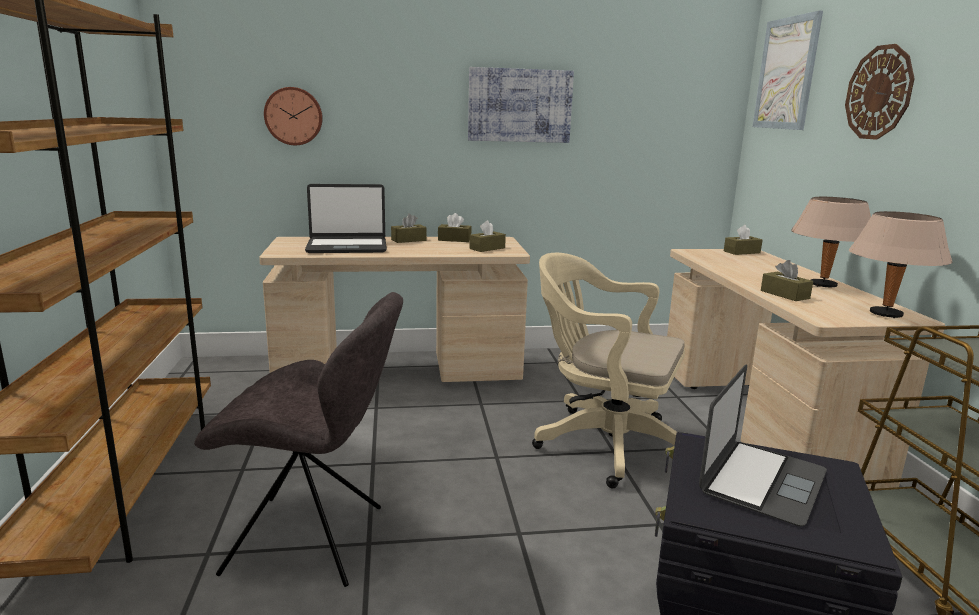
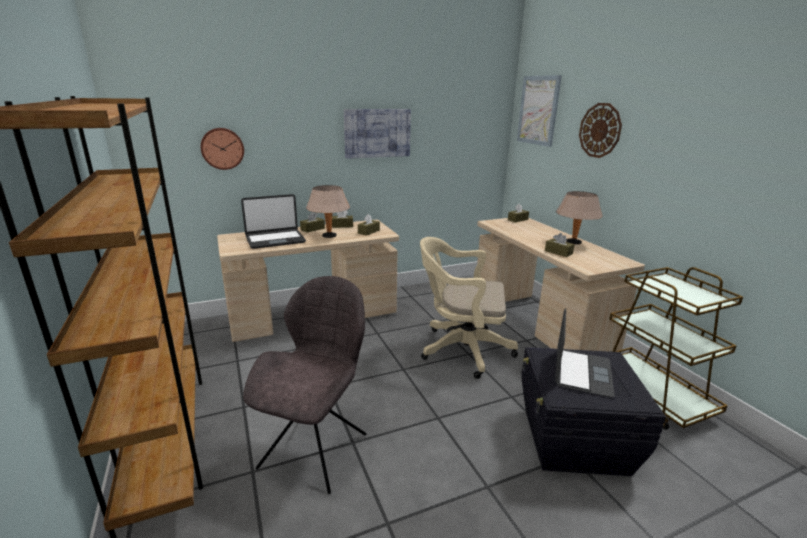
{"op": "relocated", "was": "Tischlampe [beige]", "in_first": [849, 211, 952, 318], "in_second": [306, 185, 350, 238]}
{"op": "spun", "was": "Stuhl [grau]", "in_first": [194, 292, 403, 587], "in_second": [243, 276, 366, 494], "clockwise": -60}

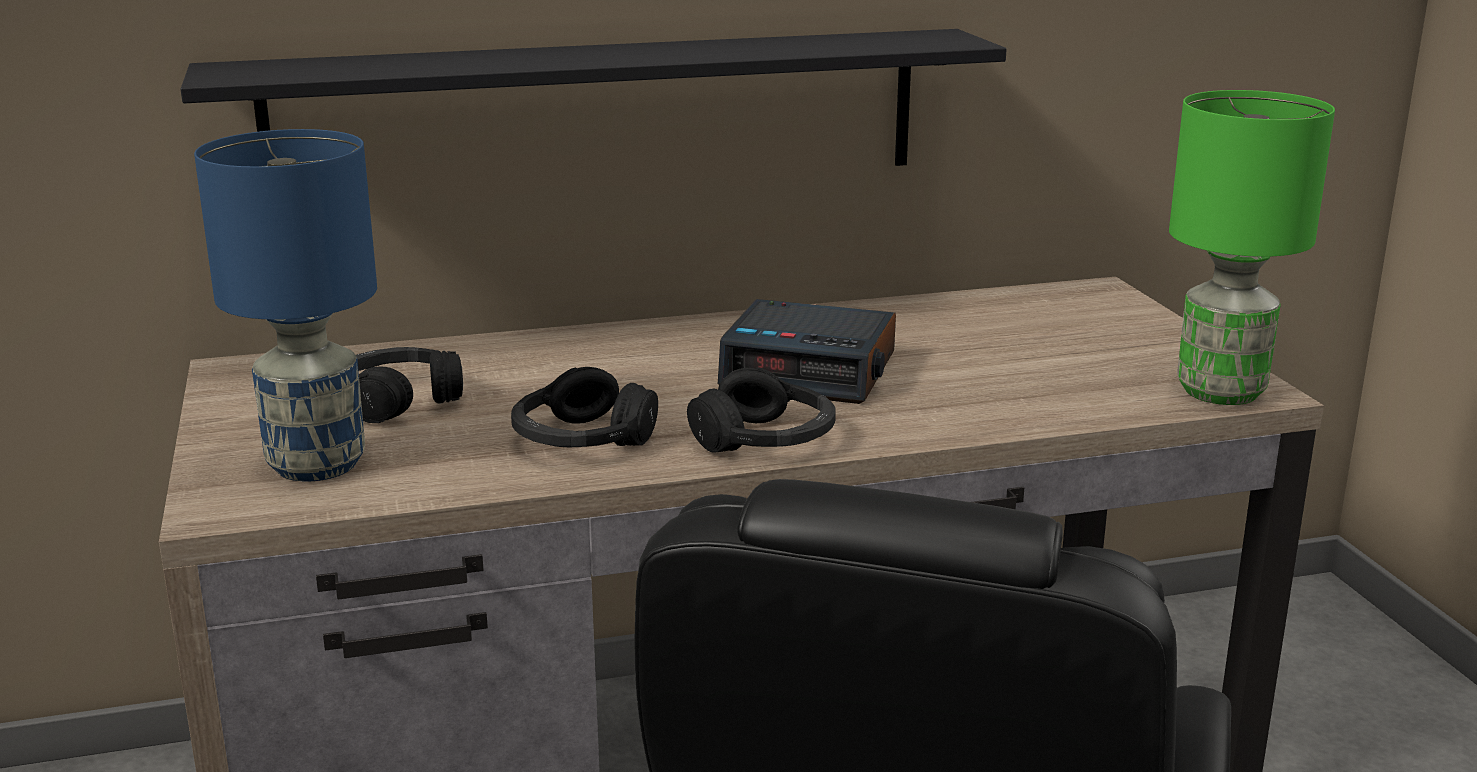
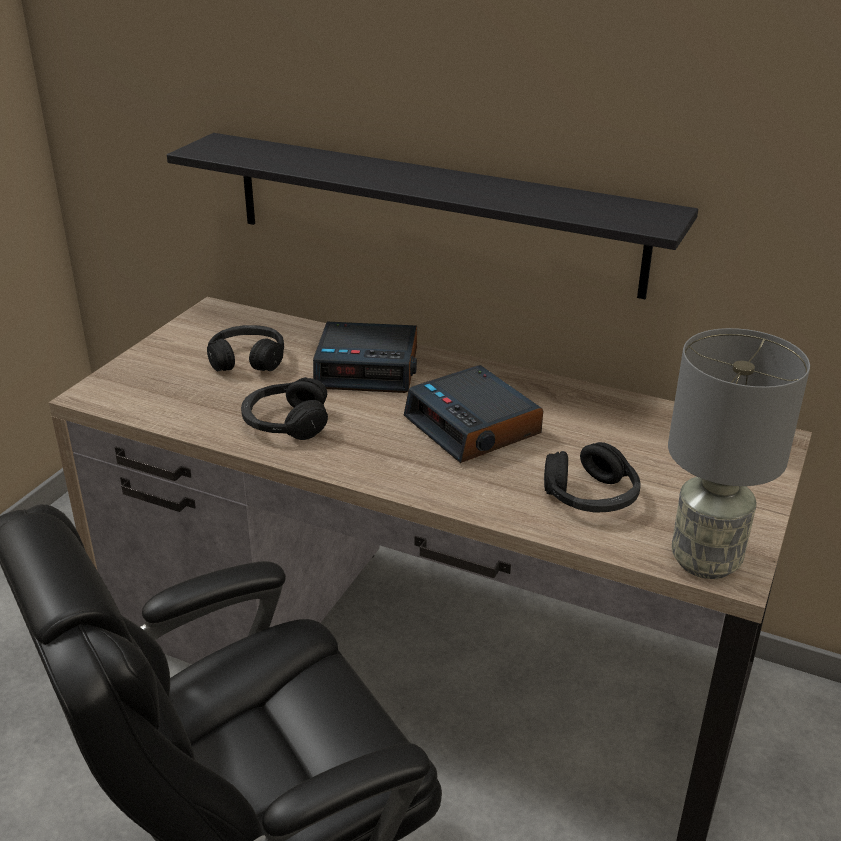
{"op": "colour", "was": "Tischlampe [grün]", "now": "Tischlampe [grau]", "in_first": [1169, 90, 1335, 405], "in_second": [668, 328, 810, 579]}
{"op": "missing", "was": "Tischlampe [blau]", "in_first": [194, 129, 377, 482]}
{"op": "relocated", "was": "Kopfhörer [schwarz]", "in_first": [687, 367, 836, 453], "in_second": [544, 442, 641, 513]}
{"op": "appeared", "now": "Wecker", "in_second": [313, 322, 417, 393]}

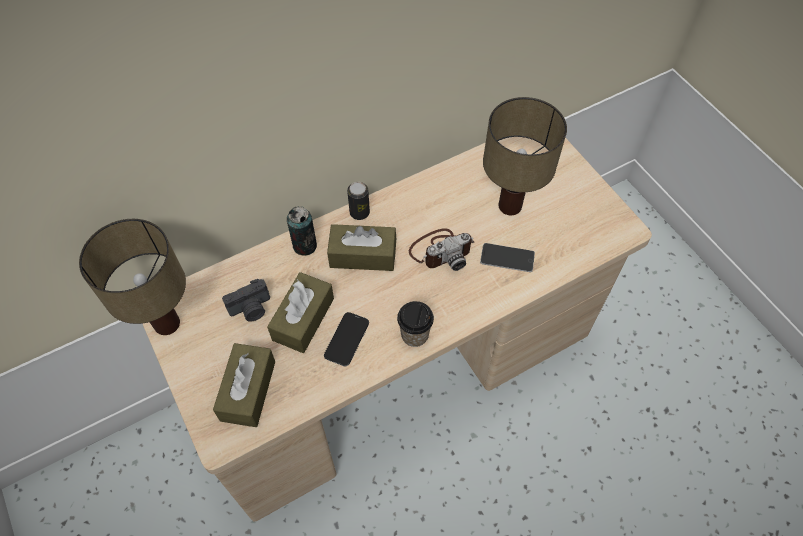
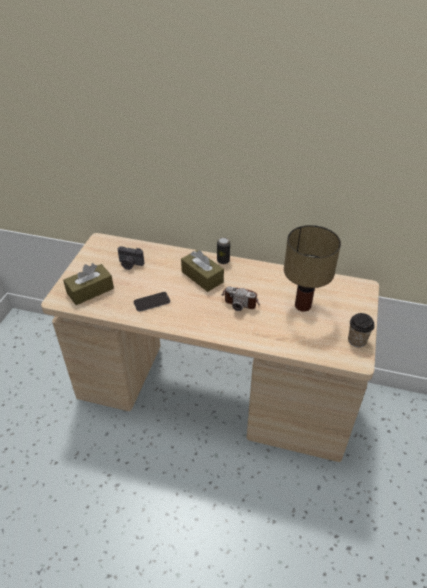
{"op": "missing", "was": "Dose", "in_first": [287, 206, 317, 256]}
{"op": "missing", "was": "Tischlampe", "in_first": [79, 219, 186, 335]}
{"op": "missing", "was": "Handy", "in_first": [480, 243, 535, 272]}
{"op": "missing", "was": "Taschentuchbox [braun]", "in_first": [267, 272, 334, 353]}
{"op": "relocated", "was": "Tasse", "in_first": [397, 301, 434, 347], "in_second": [348, 313, 375, 347]}

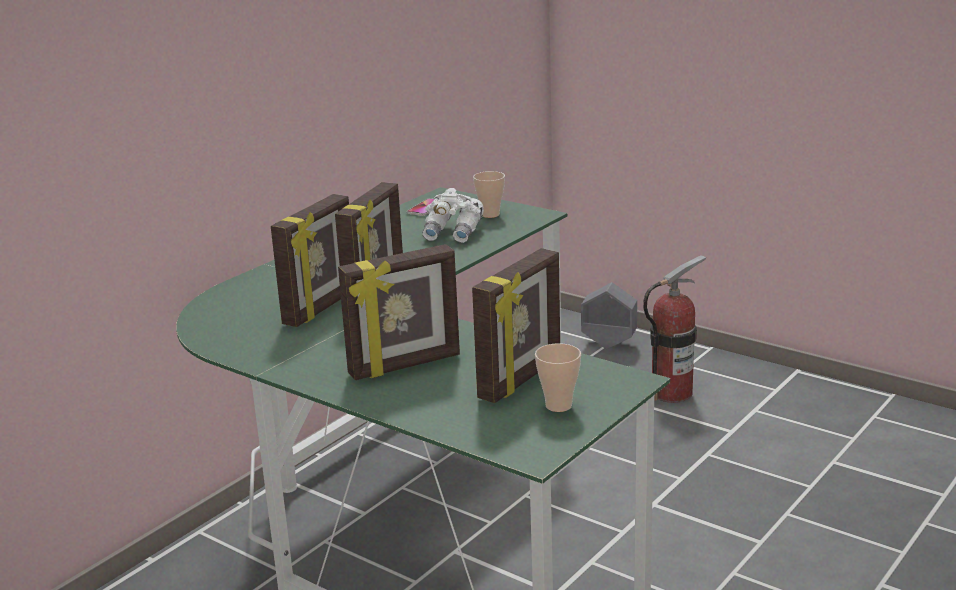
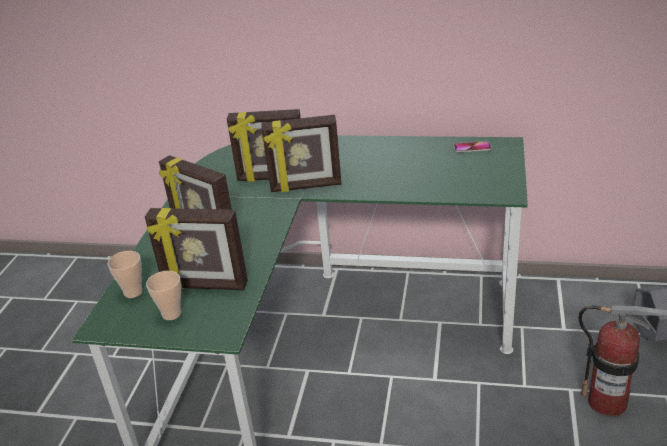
{"op": "relocated", "was": "Tasse", "in_first": [473, 171, 505, 218], "in_second": [107, 251, 142, 298]}
{"op": "missing", "was": "Fernglas [weiß]", "in_first": [422, 188, 484, 243]}

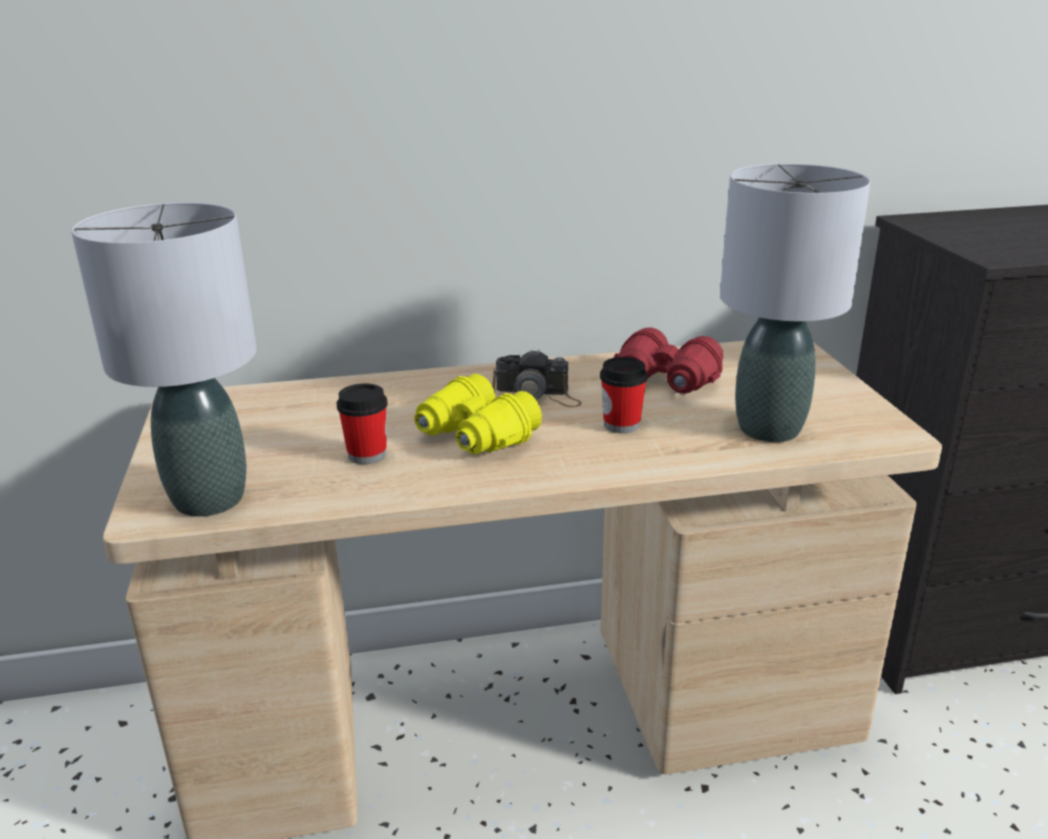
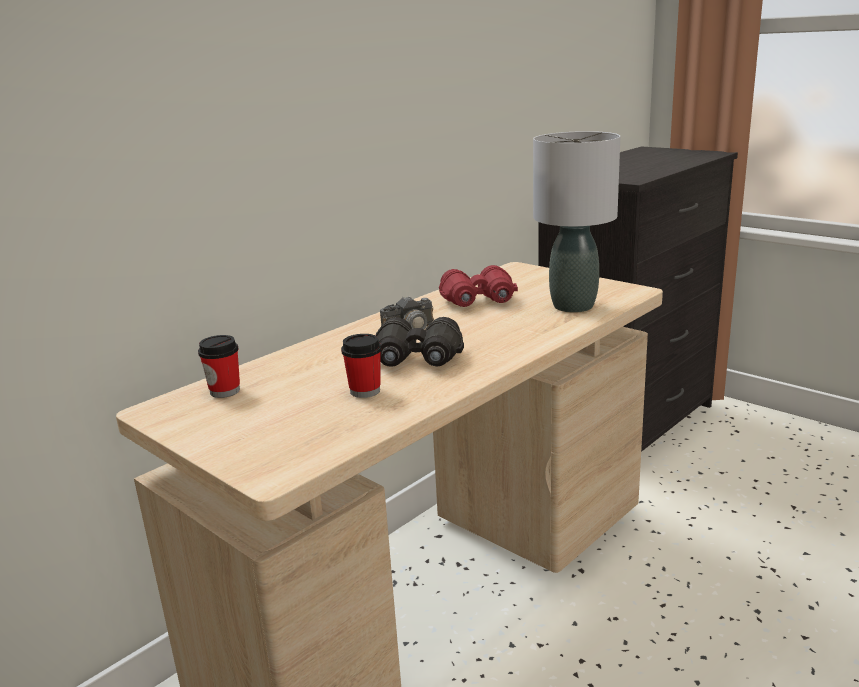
{"op": "missing", "was": "Tischlampe [grau]", "in_first": [71, 202, 257, 517]}
{"op": "relocated", "was": "Tasse", "in_first": [600, 357, 648, 433], "in_second": [198, 335, 240, 398]}
{"op": "colour", "was": "Fernglas [gelb]", "now": "Fernglas [schwarz]", "in_first": [414, 374, 542, 455], "in_second": [375, 317, 464, 367]}

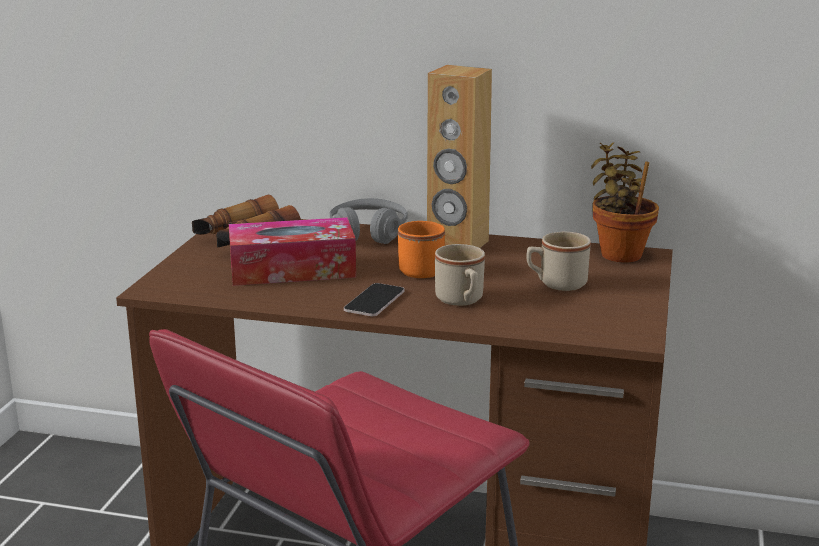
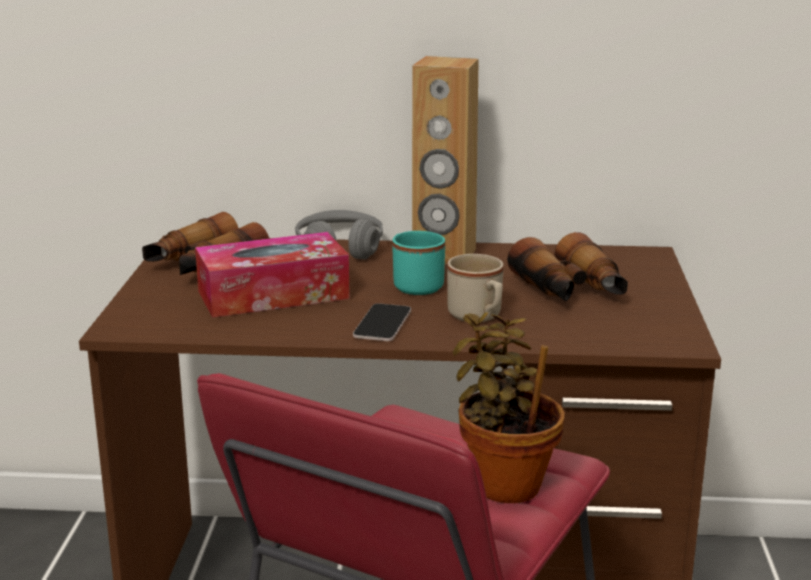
{"op": "relocated", "was": "Topfpflanze", "in_first": [591, 142, 659, 263], "in_second": [453, 312, 565, 503]}
{"op": "colour", "was": "Henkelbecher [orange]", "now": "Henkelbecher [türkis]", "in_first": [398, 221, 445, 278], "in_second": [392, 231, 445, 295]}
{"op": "exchanged", "was": "Henkelbecher [beige]", "now": "Fernglas", "in_first": [526, 232, 591, 291], "in_second": [507, 232, 628, 301]}

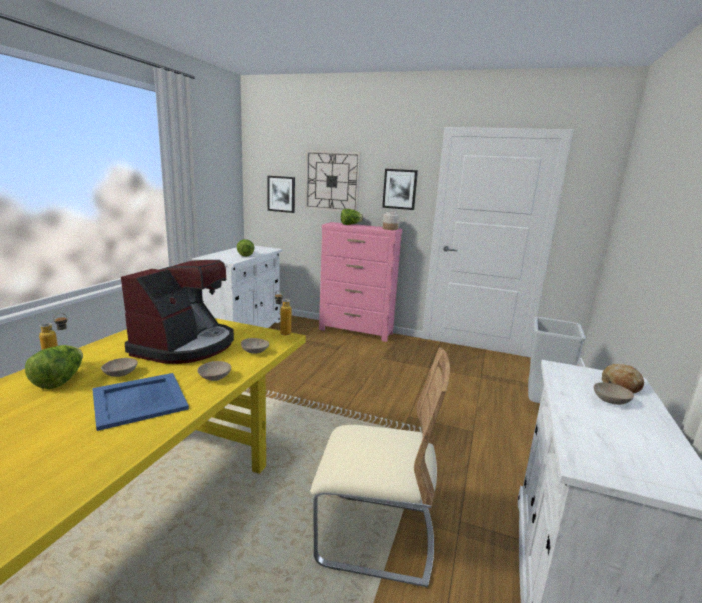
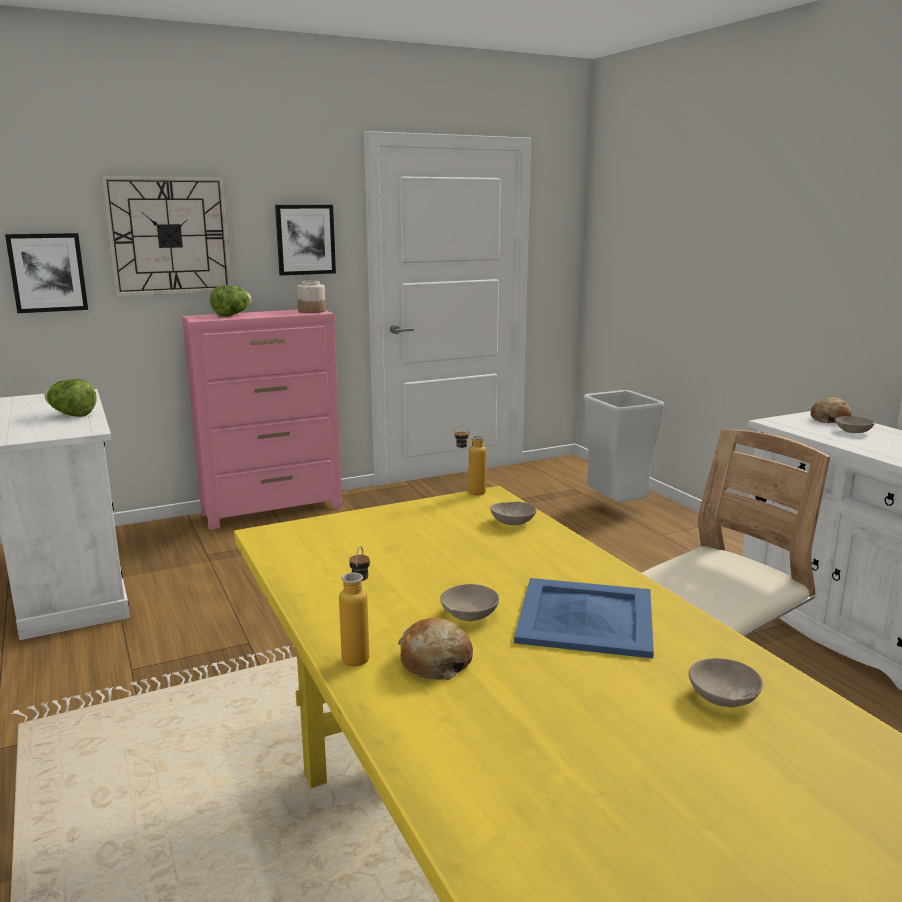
{"op": "missing", "was": "Kaffeemaschine", "in_first": [121, 260, 234, 364]}
{"op": "exchanged", "was": "Salatkopf", "now": "Brot", "in_first": [25, 345, 83, 389], "in_second": [398, 618, 473, 680]}
{"op": "relocated", "was": "Schüssel [beige]", "in_first": [197, 361, 231, 381], "in_second": [689, 658, 763, 707]}

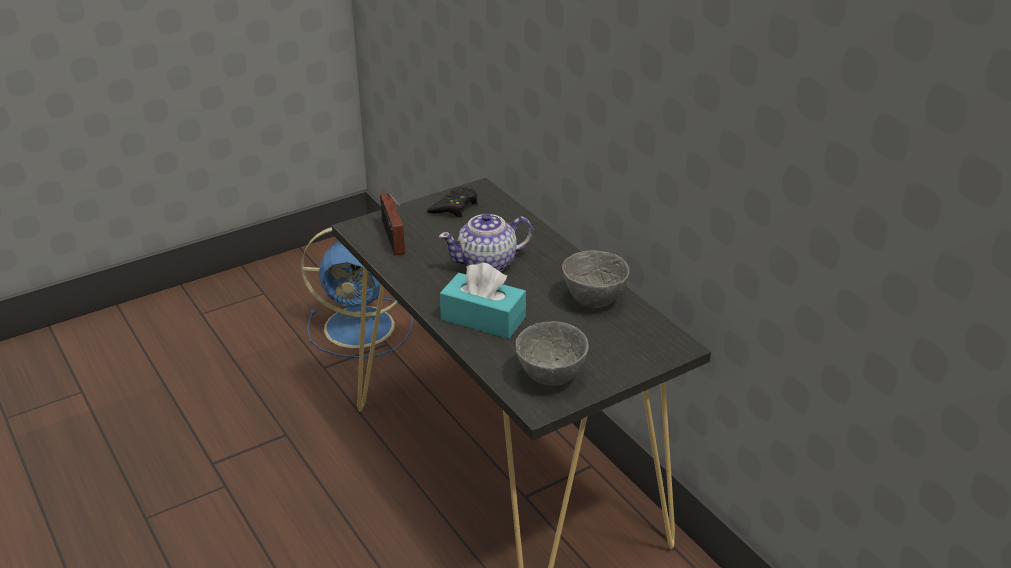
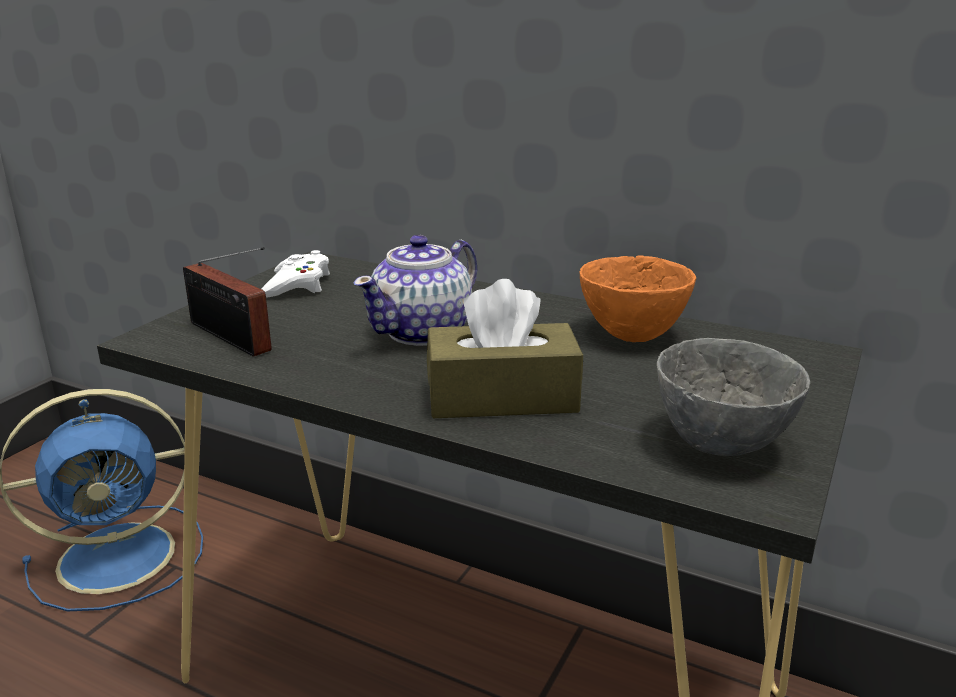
{"op": "colour", "was": "Gamepad [schwarz]", "now": "Gamepad [weiß]", "in_first": [427, 187, 478, 217], "in_second": [262, 250, 330, 298]}
{"op": "colour", "was": "Schüssel [grau]", "now": "Schüssel [orange]", "in_first": [562, 251, 629, 308], "in_second": [579, 256, 696, 342]}
{"op": "colour", "was": "Taschentuchbox [türkis]", "now": "Taschentuchbox [braun]", "in_first": [440, 262, 526, 339], "in_second": [427, 279, 583, 418]}

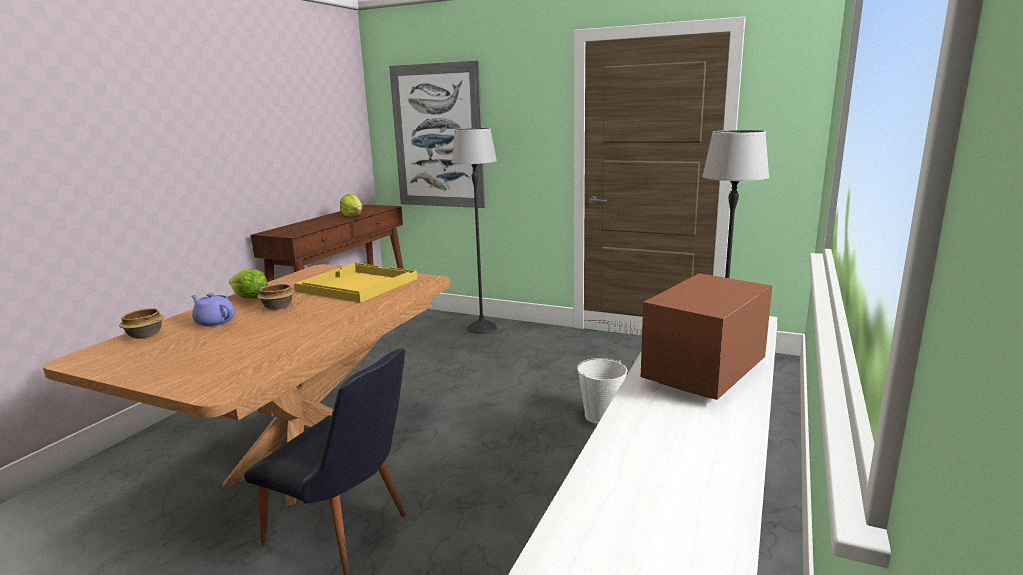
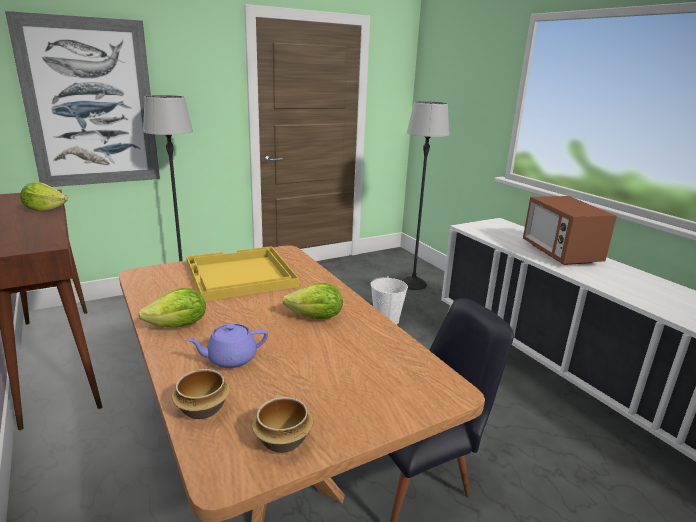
{"op": "relocated", "was": "Schüssel", "in_first": [257, 284, 295, 310], "in_second": [252, 397, 313, 453]}
{"op": "appeared", "now": "Salatkopf", "in_second": [282, 283, 343, 319]}

